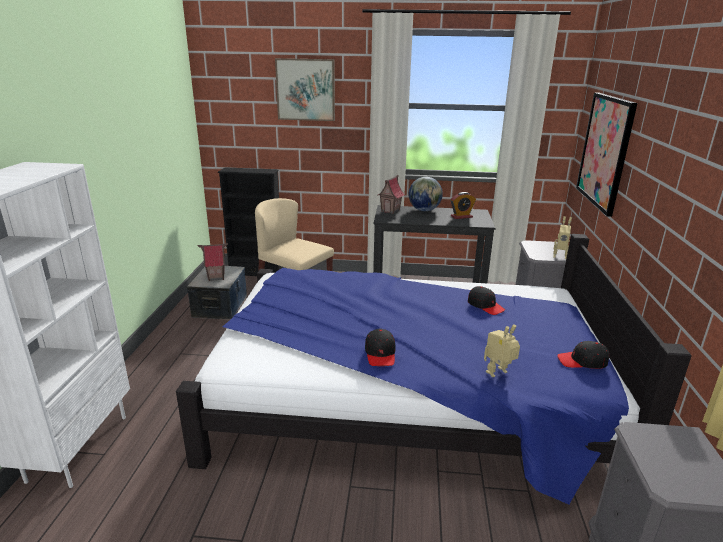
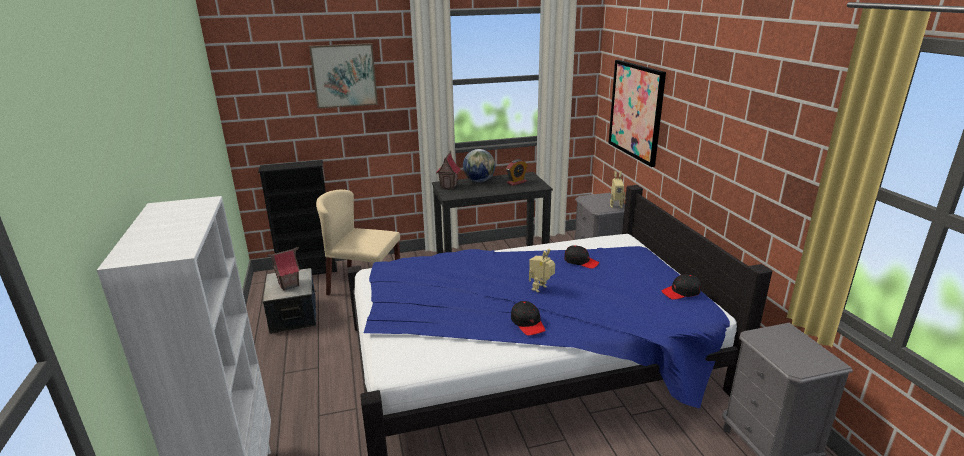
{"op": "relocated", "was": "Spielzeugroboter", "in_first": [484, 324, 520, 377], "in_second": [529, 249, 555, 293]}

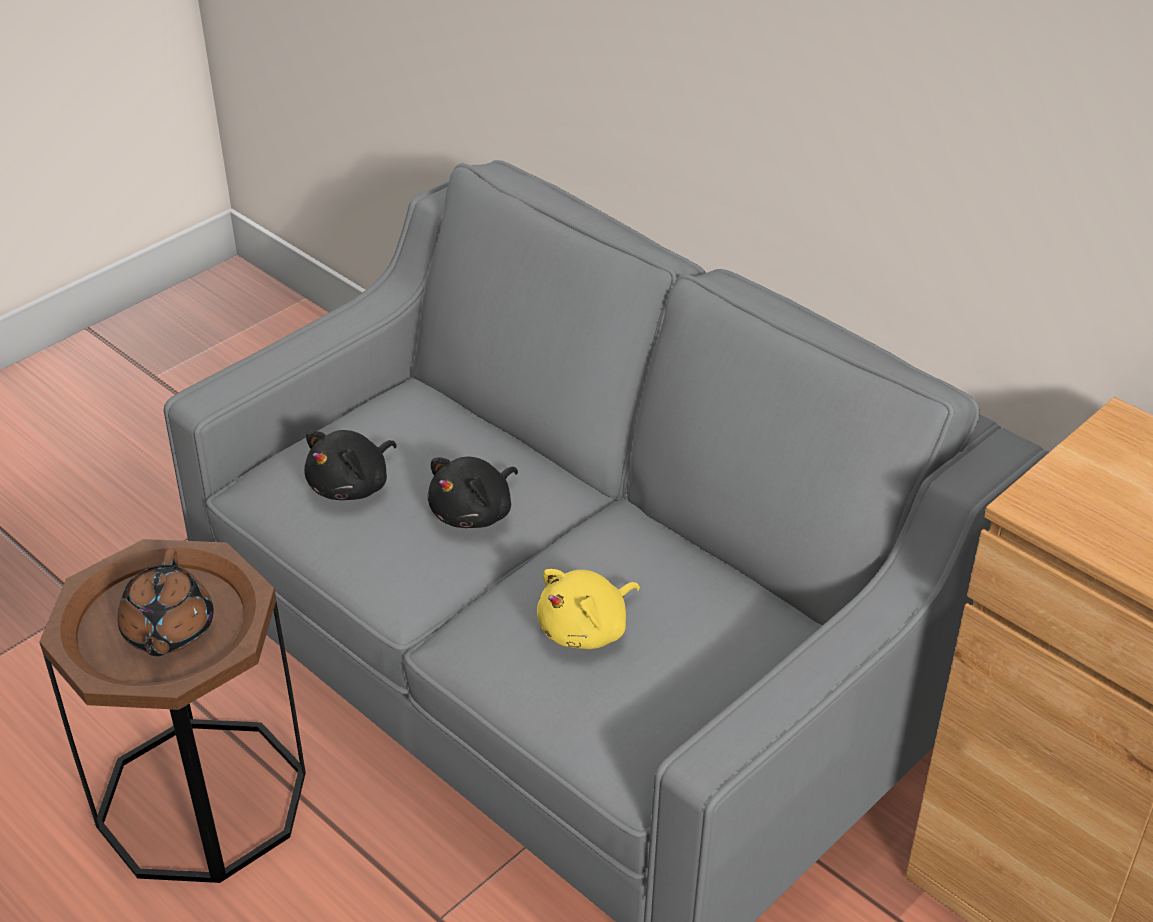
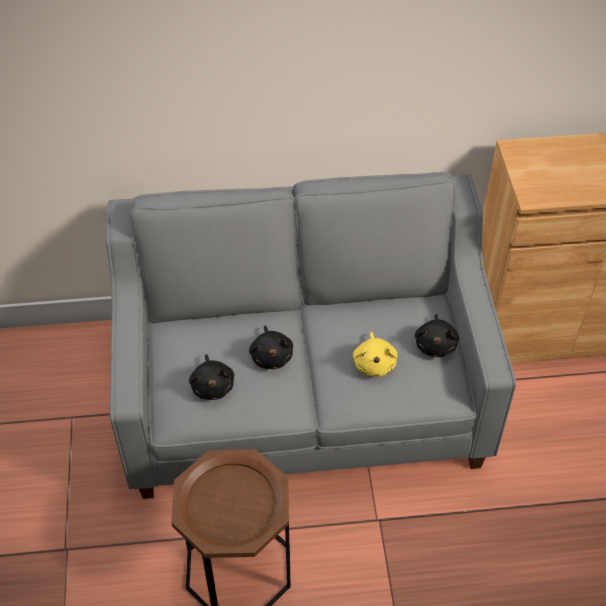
{"op": "missing", "was": "Teekanne [braun]", "in_first": [118, 549, 214, 656]}
{"op": "appeared", "now": "Plüschtier [schwarz]", "in_second": [415, 314, 459, 357]}

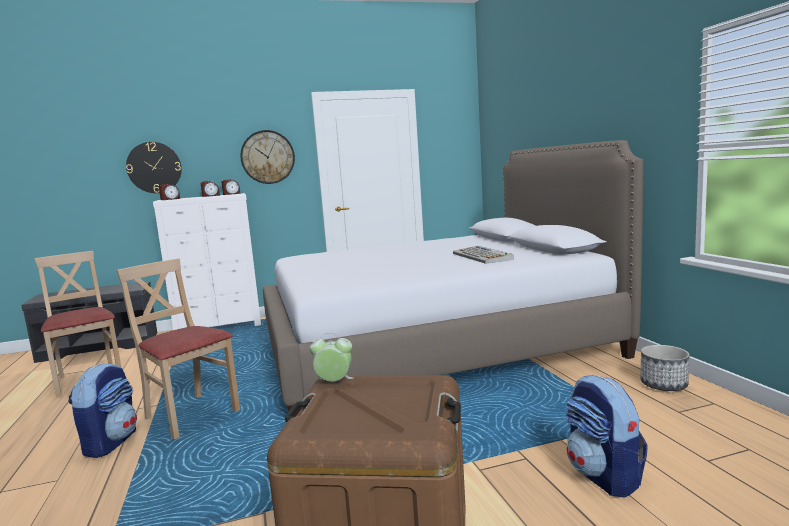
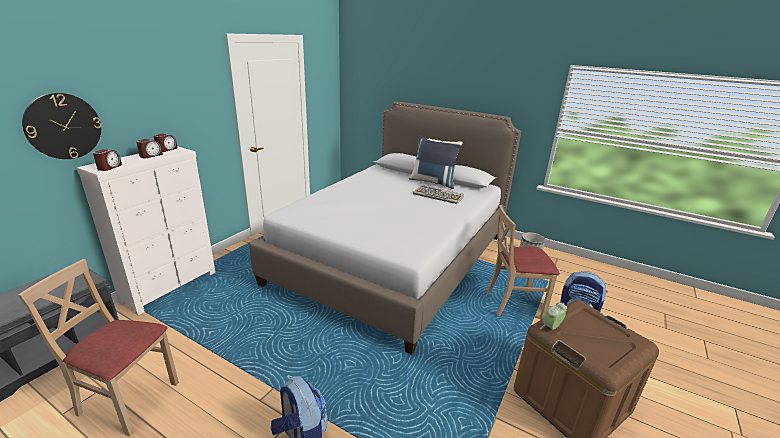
{"op": "missing", "was": "Wanduhr", "in_first": [240, 130, 295, 184]}
{"op": "relocated", "was": "Stuhl [beige]", "in_first": [116, 258, 240, 440], "in_second": [487, 205, 560, 319]}
{"op": "appeared", "now": "Kissen [blau]", "in_second": [409, 135, 463, 189]}

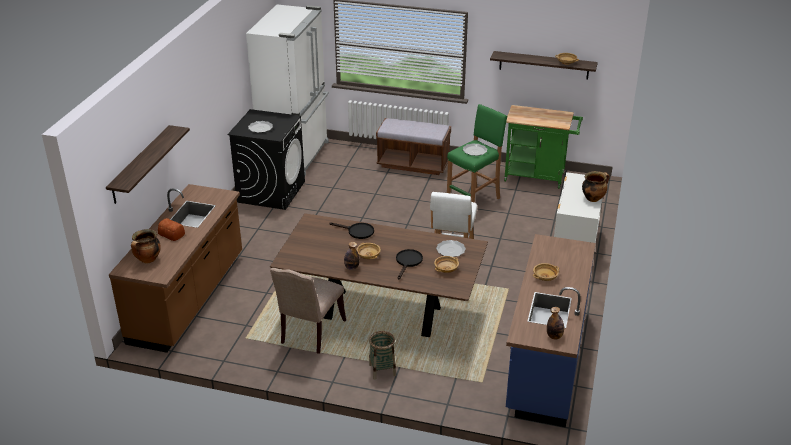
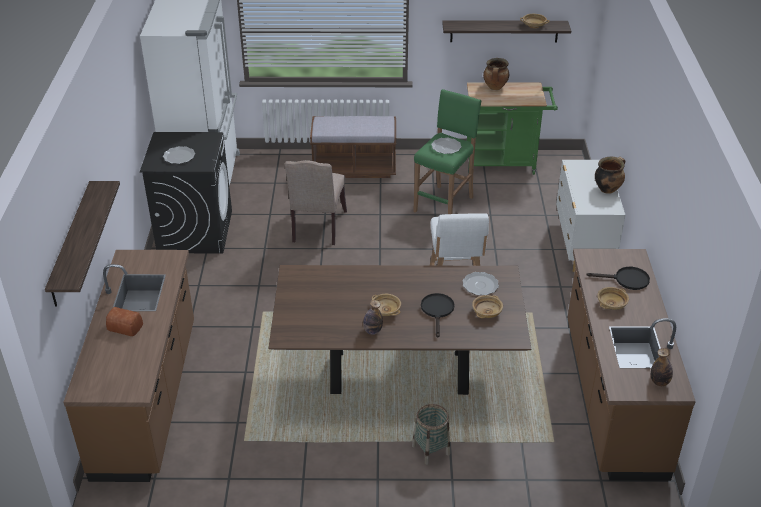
{"op": "relocated", "was": "Pfanne [schwarz]", "in_first": [329, 222, 374, 239], "in_second": [587, 267, 650, 290]}
{"op": "relocated", "was": "Kochtopf", "in_first": [131, 229, 161, 263], "in_second": [483, 58, 509, 90]}
{"op": "colour", "was": "Küchenzeile [blau]", "now": "Küchenzeile [braun]", "in_first": [506, 234, 596, 427], "in_second": [568, 249, 696, 481]}
{"op": "relocated", "was": "Stuhl [beige]", "in_first": [270, 268, 346, 354], "in_second": [285, 160, 347, 245]}

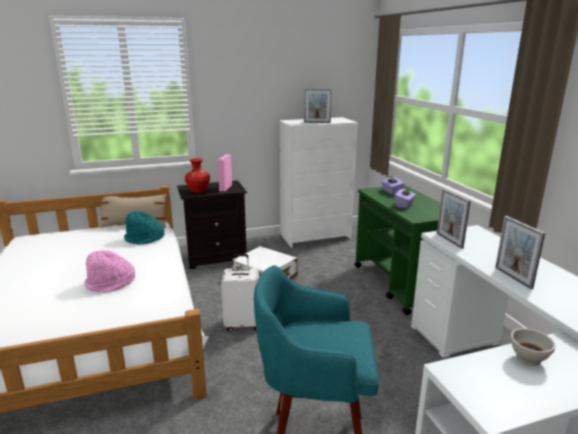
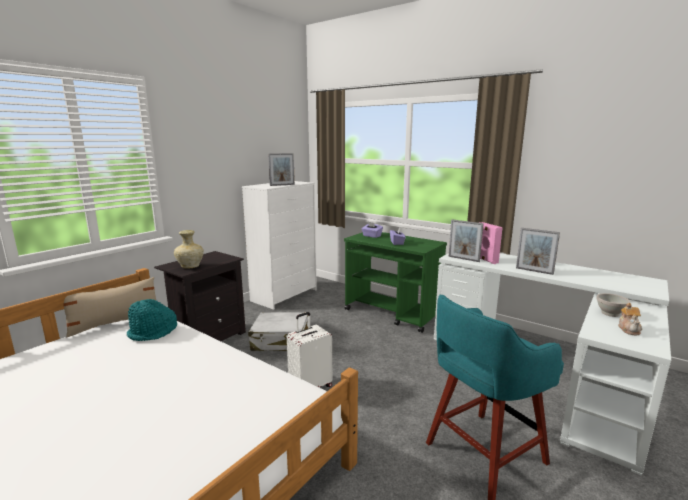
{"op": "relocated", "was": "Lautsprecher [rosa]", "in_first": [217, 154, 232, 192], "in_second": [478, 222, 503, 264]}
{"op": "colour", "was": "Vase [rot]", "now": "Vase [beige]", "in_first": [185, 158, 210, 193], "in_second": [174, 230, 204, 269]}
{"op": "missing", "was": "Hut [rosa]", "in_first": [84, 250, 135, 292]}
{"op": "appeared", "now": "Teekanne", "in_second": [618, 303, 642, 336]}

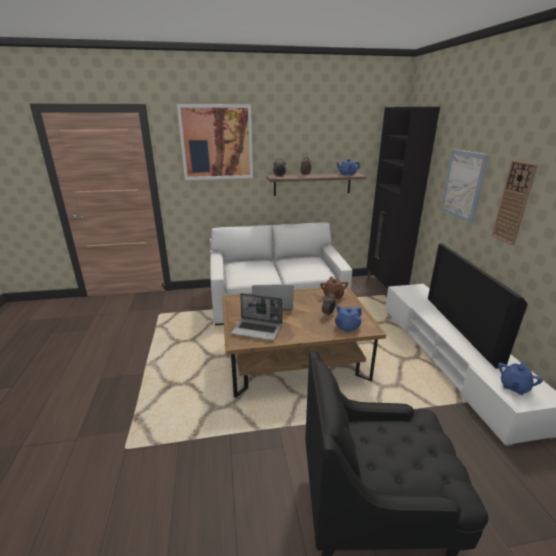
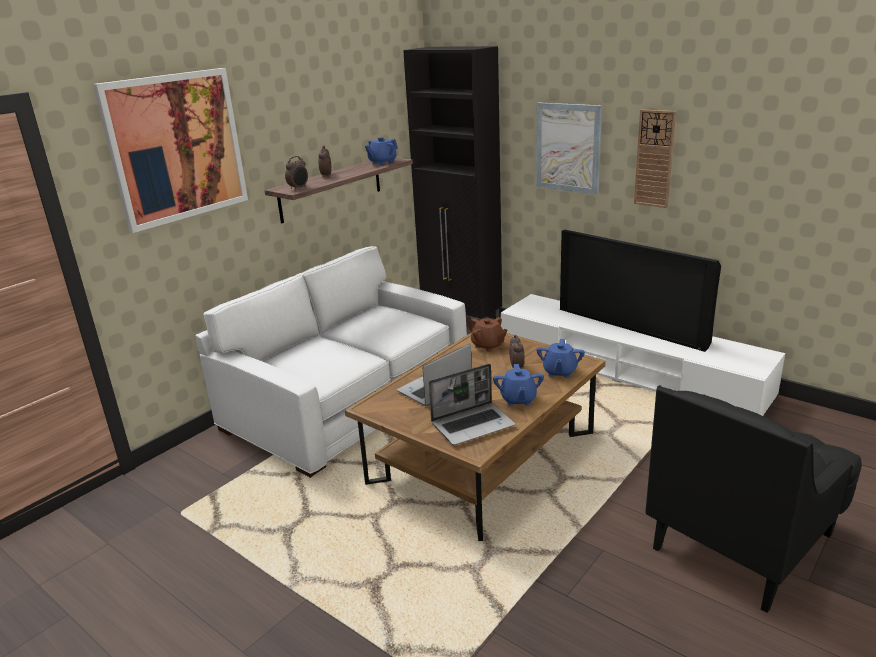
{"op": "relocated", "was": "Teekanne [blau]", "in_first": [498, 361, 543, 395], "in_second": [493, 364, 544, 406]}

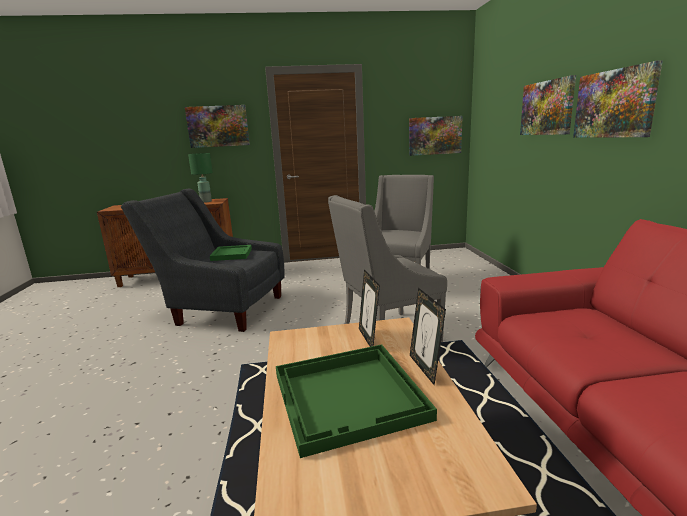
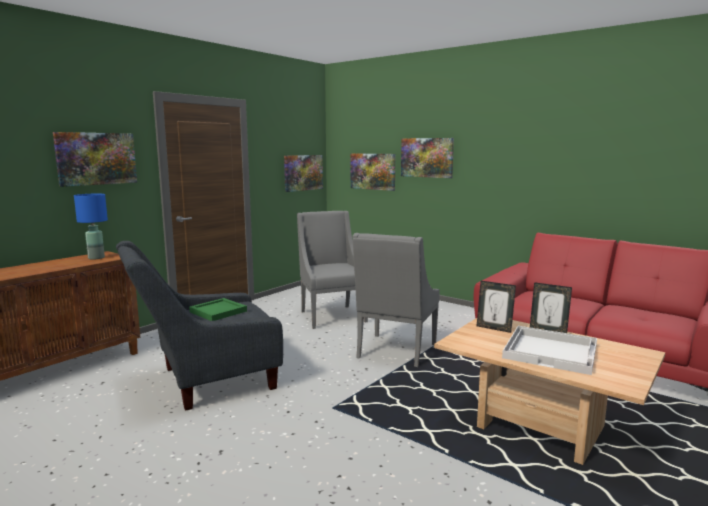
{"op": "relocated", "was": "Bild", "in_first": [573, 60, 663, 138], "in_second": [351, 154, 396, 191]}
{"op": "colour", "was": "Tischlampe [grün]", "now": "Tischlampe [blau]", "in_first": [188, 153, 213, 203], "in_second": [74, 194, 108, 260]}
{"op": "colour", "was": "Tablett [grün]", "now": "Tablett [weiß]", "in_first": [276, 344, 437, 458], "in_second": [502, 326, 597, 375]}

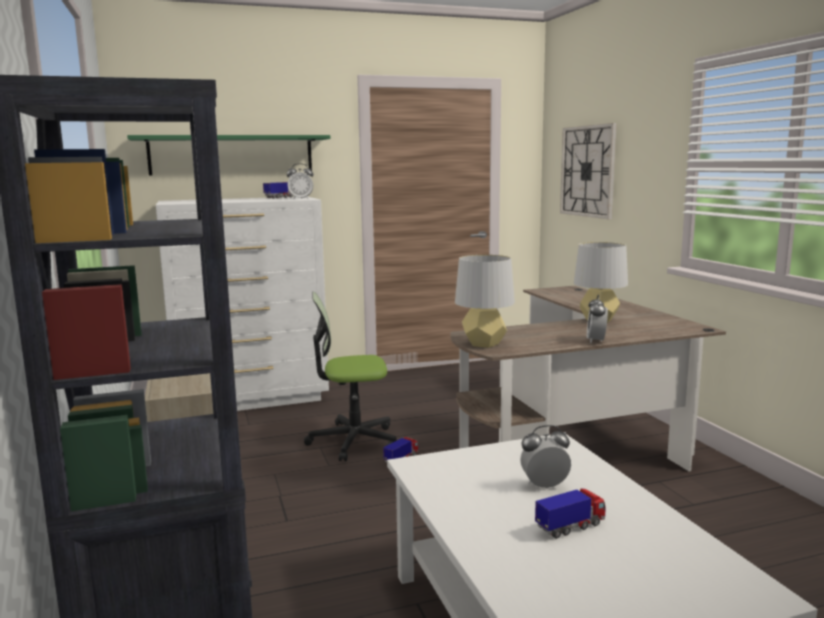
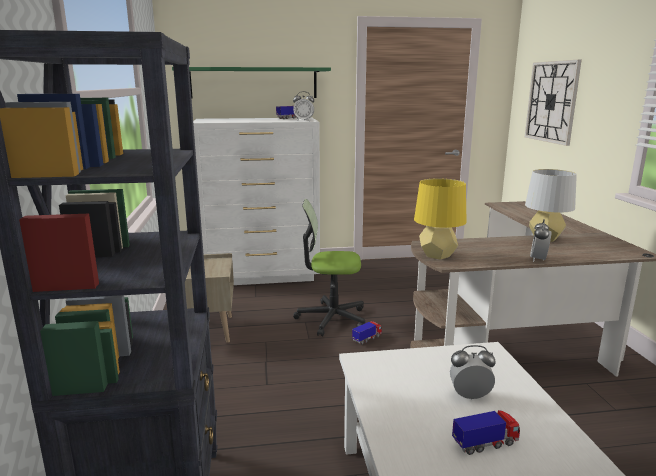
{"op": "colour", "was": "Tischlampe [grau]", "now": "Tischlampe [gelb]", "in_first": [455, 255, 515, 348], "in_second": [414, 178, 467, 260]}

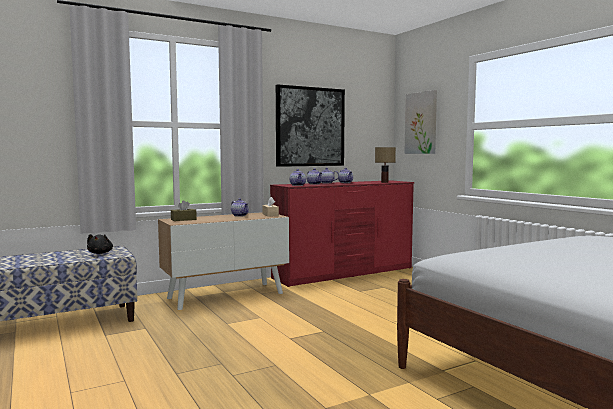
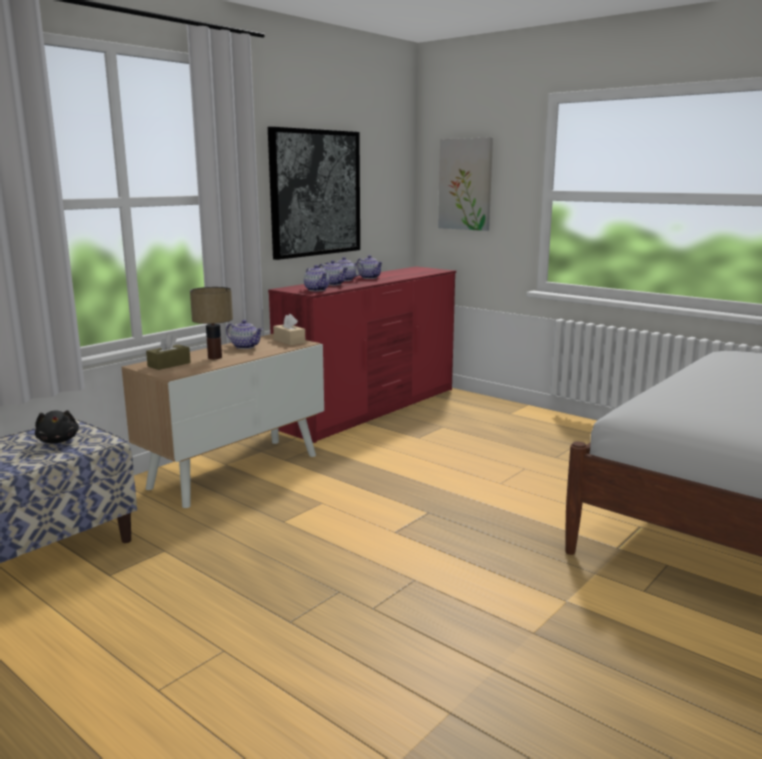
{"op": "relocated", "was": "Tischlampe", "in_first": [375, 147, 396, 183], "in_second": [190, 287, 233, 359]}

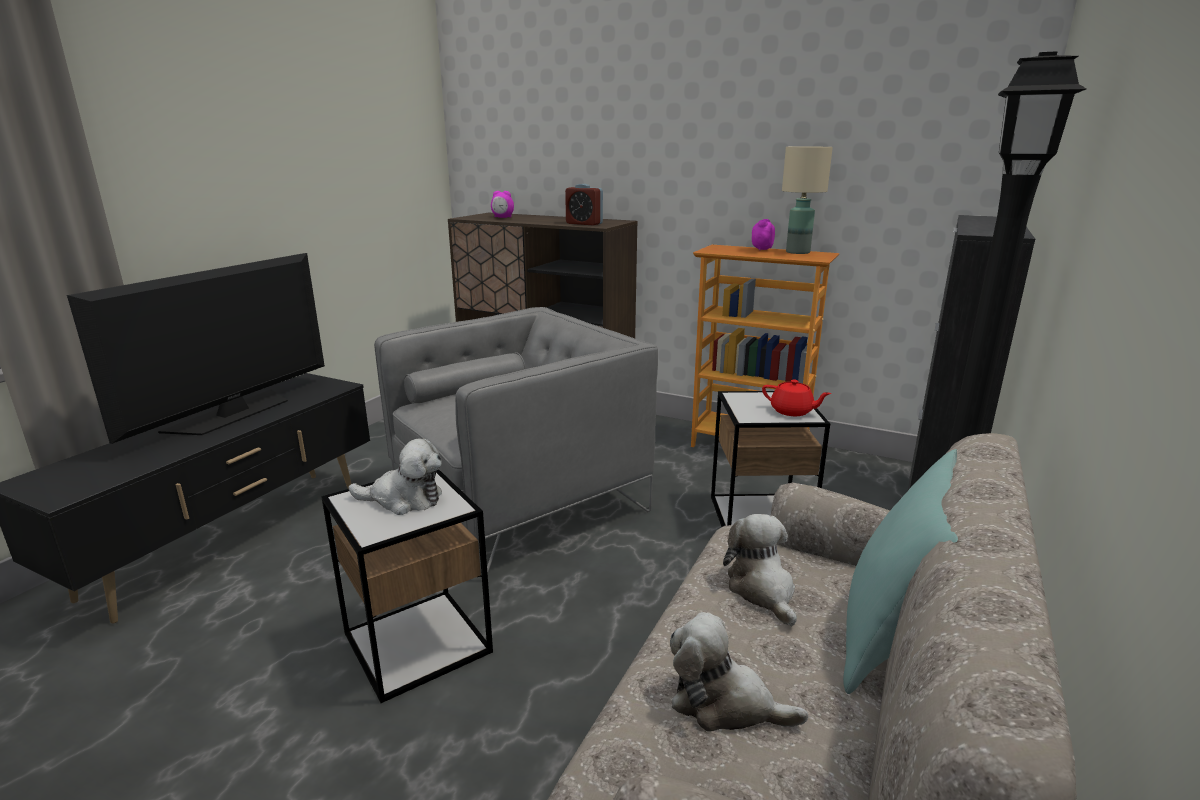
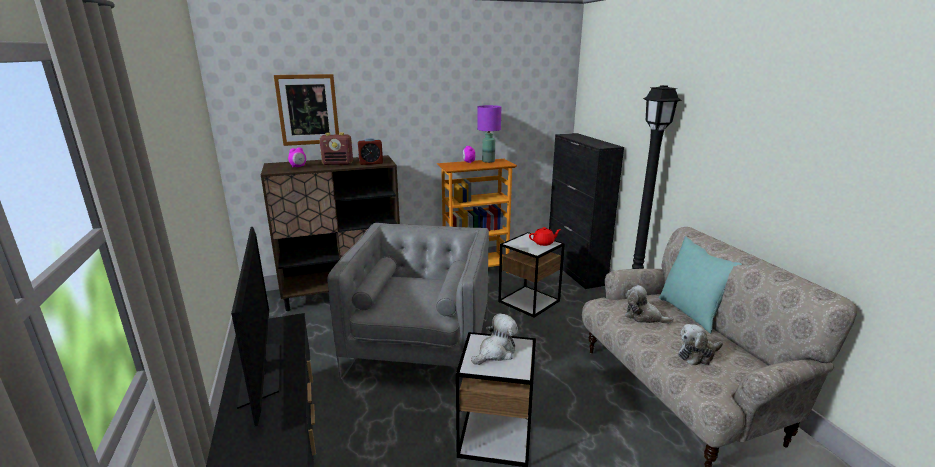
{"op": "colour", "was": "Tischlampe [beige]", "now": "Tischlampe [lila]", "in_first": [782, 147, 833, 254], "in_second": [477, 105, 501, 163]}
{"op": "appeared", "now": "Bild", "in_second": [274, 74, 339, 146]}
{"op": "appeared", "now": "Radio", "in_second": [319, 132, 353, 165]}

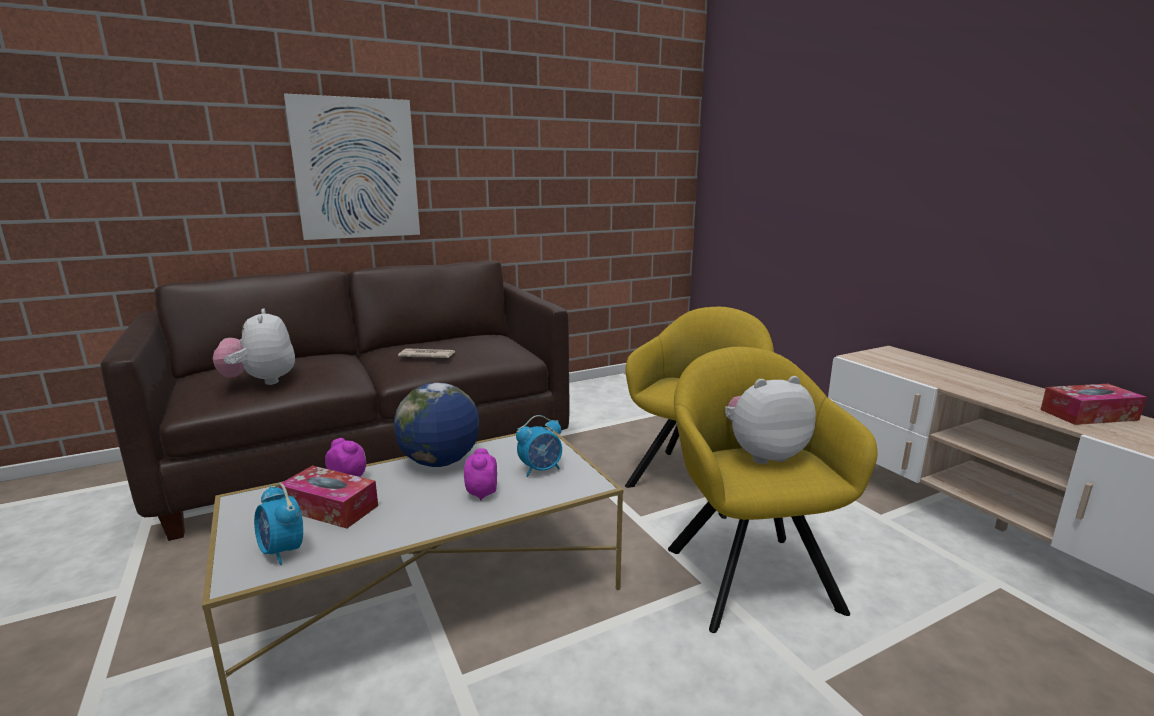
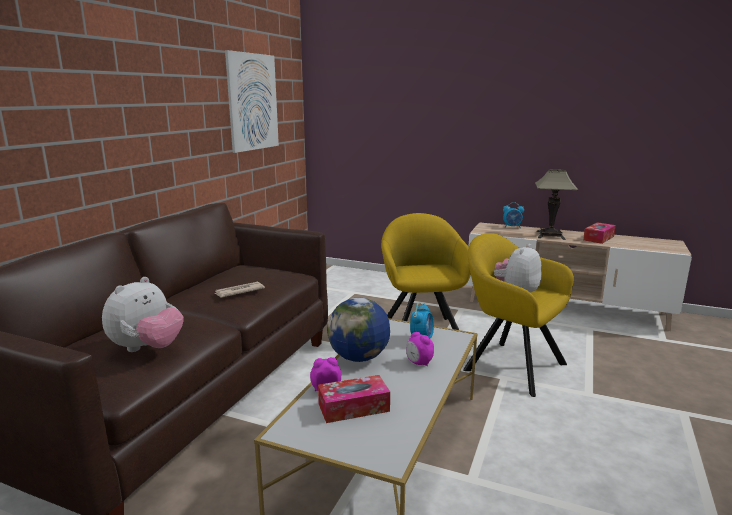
{"op": "relocated", "was": "Bild", "in_first": [284, 93, 420, 240], "in_second": [225, 50, 279, 153]}
{"op": "spun", "was": "Plüschtier", "in_first": [213, 308, 295, 385], "in_second": [102, 277, 183, 352], "clockwise": -90}
{"op": "relocated", "was": "Wecker", "in_first": [254, 483, 303, 565], "in_second": [503, 202, 524, 228]}
{"op": "appeared", "now": "Tischlampe", "in_second": [535, 169, 578, 240]}

